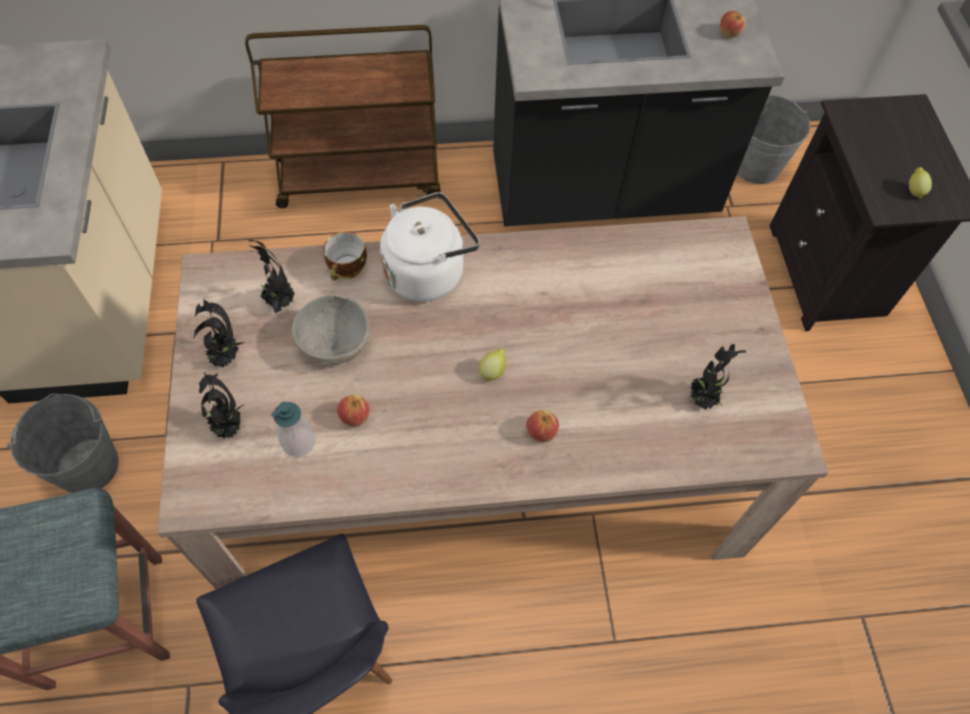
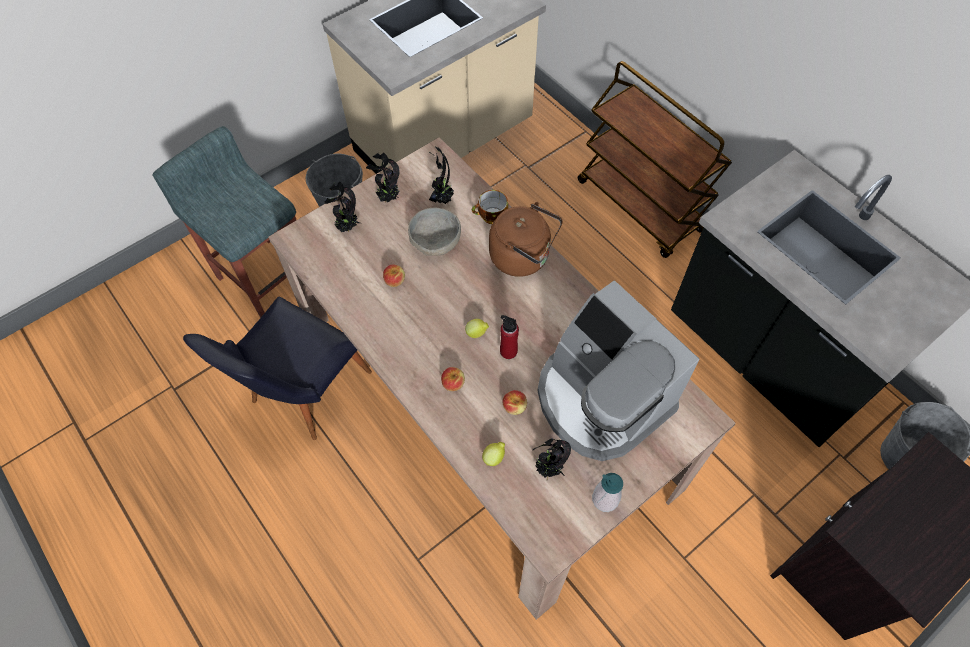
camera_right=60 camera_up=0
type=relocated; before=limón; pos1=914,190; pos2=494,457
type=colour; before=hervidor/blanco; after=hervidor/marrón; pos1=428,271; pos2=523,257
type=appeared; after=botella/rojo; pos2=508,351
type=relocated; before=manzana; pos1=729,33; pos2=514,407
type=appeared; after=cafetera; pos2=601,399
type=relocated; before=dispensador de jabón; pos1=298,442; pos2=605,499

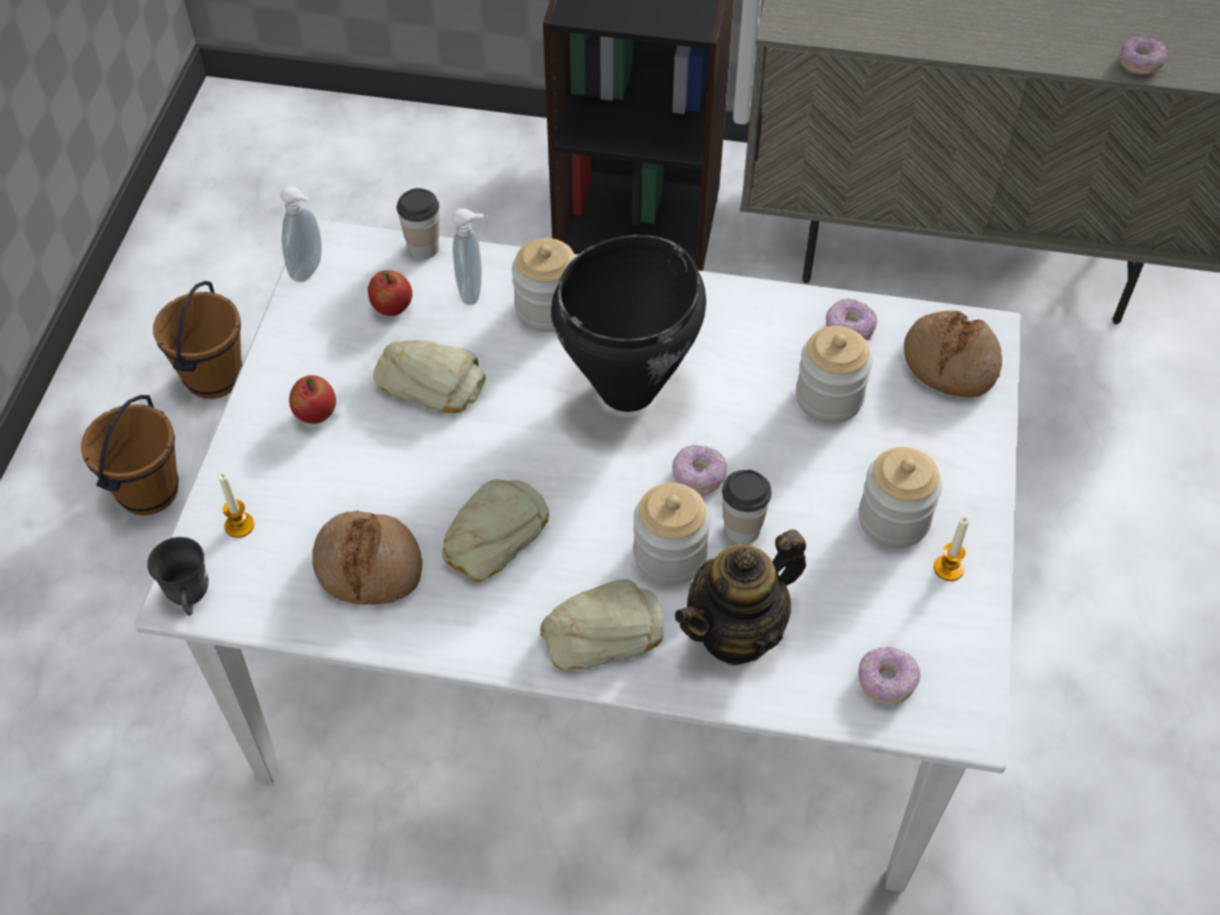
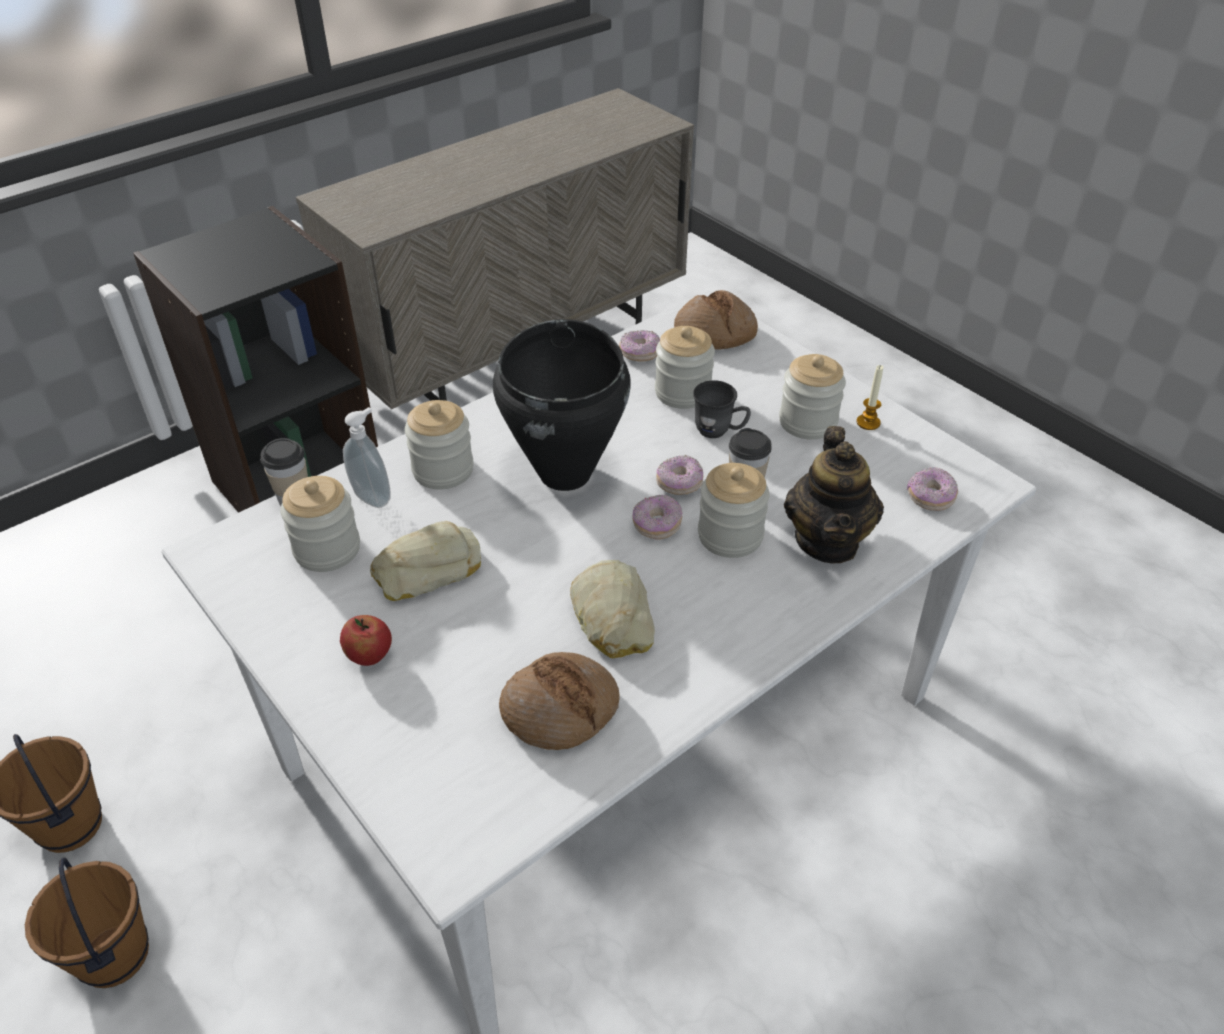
camera_right=-50 camera_up=-10
type=exchanged; before=manzana; after=tarro; pos1=392,308; pos2=327,549
type=relocated; before=rosquilla; pos1=1139,64; pos2=656,525
type=relocated; before=taza grande/gris; pos1=190,599; pos2=719,431
type=missing; before=vela; pos1=239,525
type=missing; before=dispensador de jabón; pos1=310,270
type=missing; before=pan; pos1=601,631

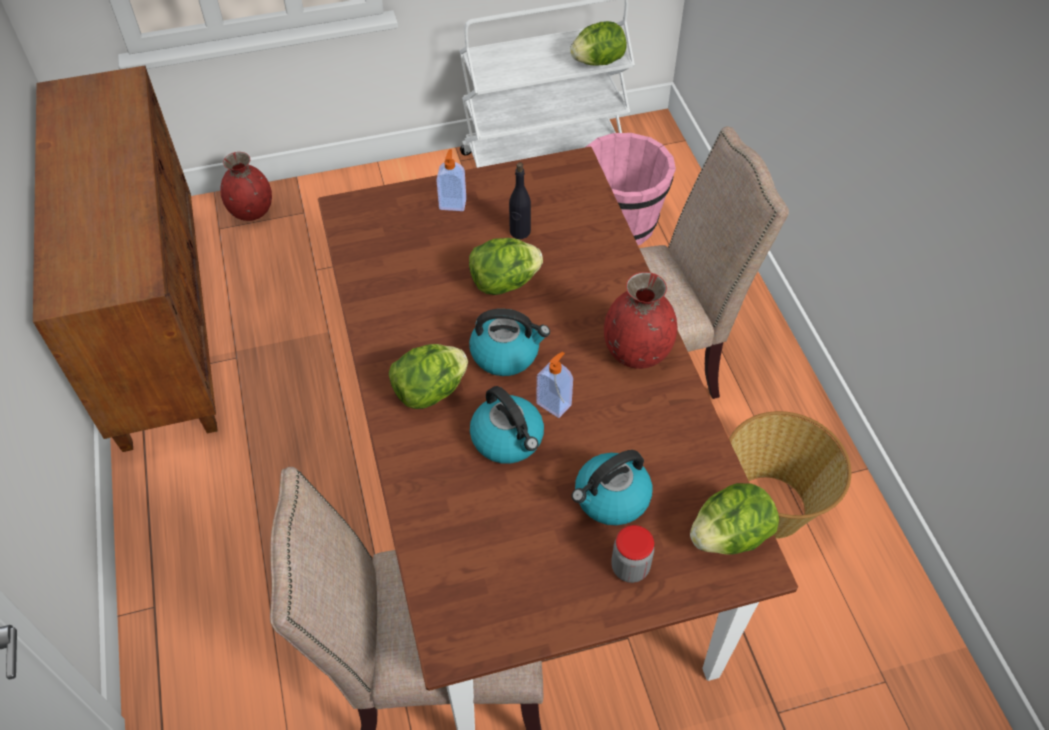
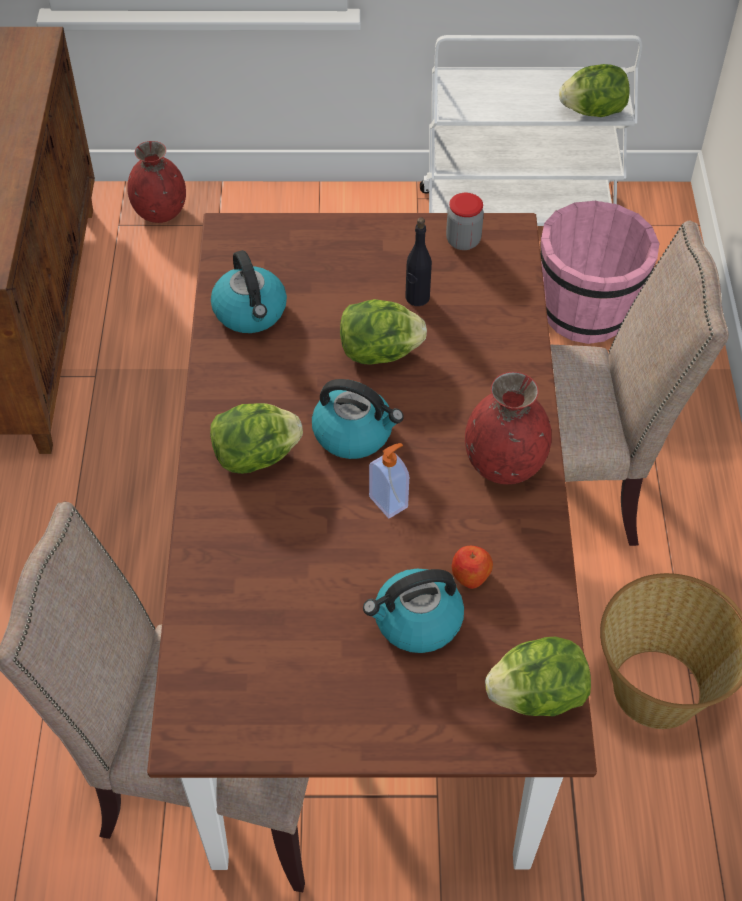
camera_right=15 camera_up=0
type=relocated; before=hervidor; pos1=508,439; pos2=251,312
type=relocated; before=tarro; pos1=630,567; pos2=463,241
type=appeared; after=manzana; pos2=470,575
type=missing; before=dispensador de jabón; pos1=453,203

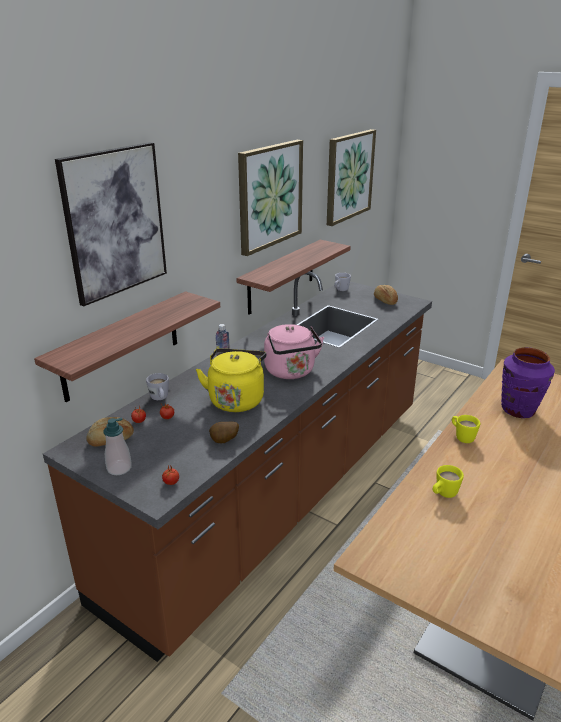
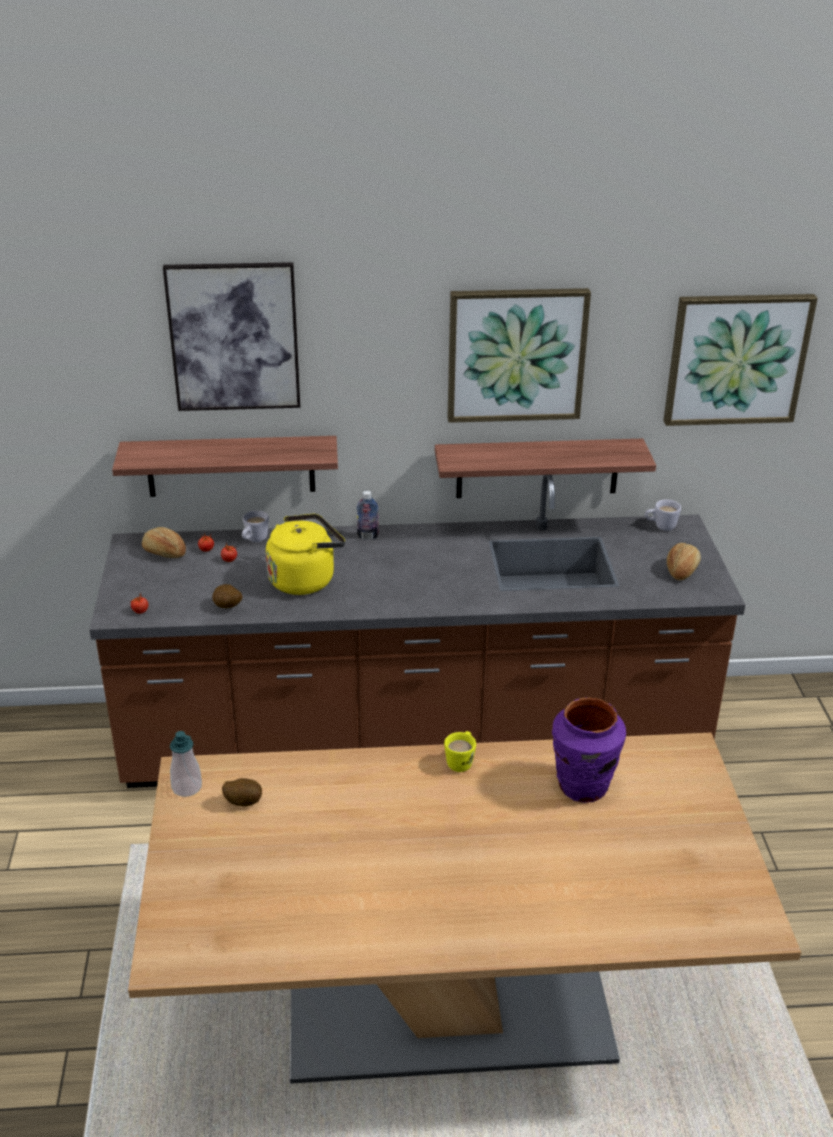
camera_right=50 camera_up=5
type=relocated; before=dispensador de jabón; pos1=119,468; pos2=187,787
type=appeared; after=patata; pos2=243,802
type=missing; before=hervidor/rosa; pos1=291,372
type=missing; before=taza grande/amarillo; pos1=443,494

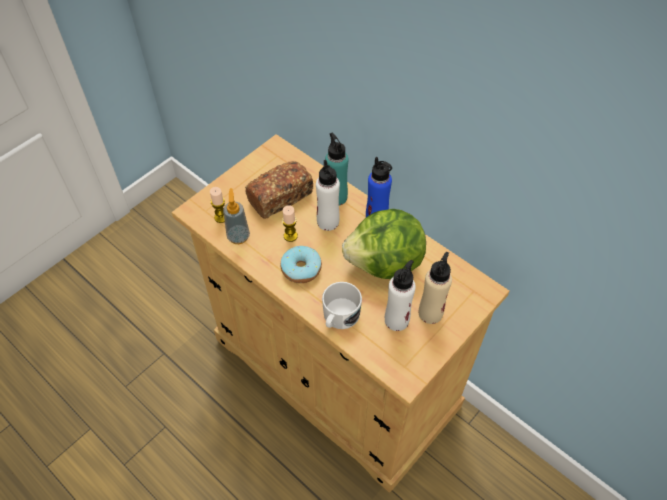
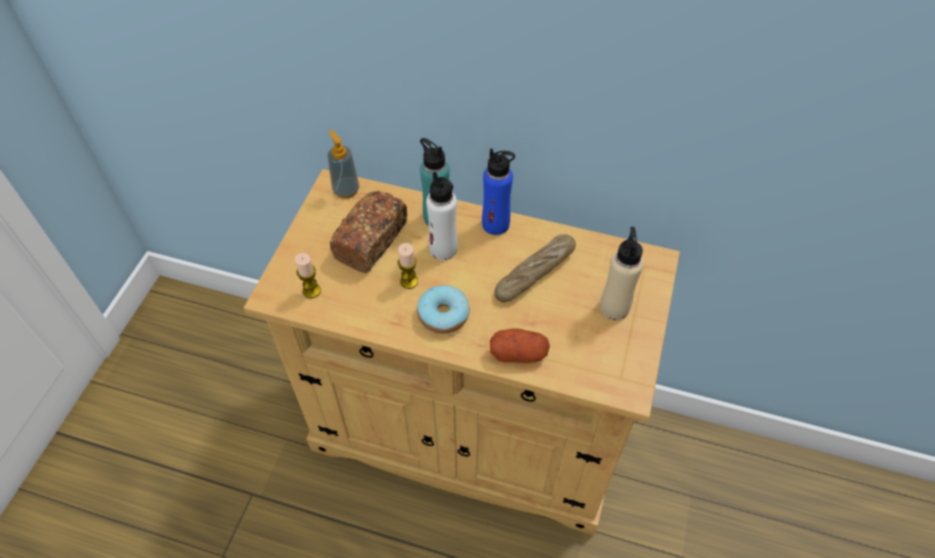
camera_right=-25 camera_up=0
type=relocated; before=dispensador de jabón; pos1=238,236; pos2=346,190
type=exchanged; before=taza grande/blanco; after=patata; pos1=339,317; pos2=518,353
type=exchanged; before=lechuga; after=pan; pos1=385,264; pos2=535,273
type=missing; before=botella/blanco; pos1=397,320

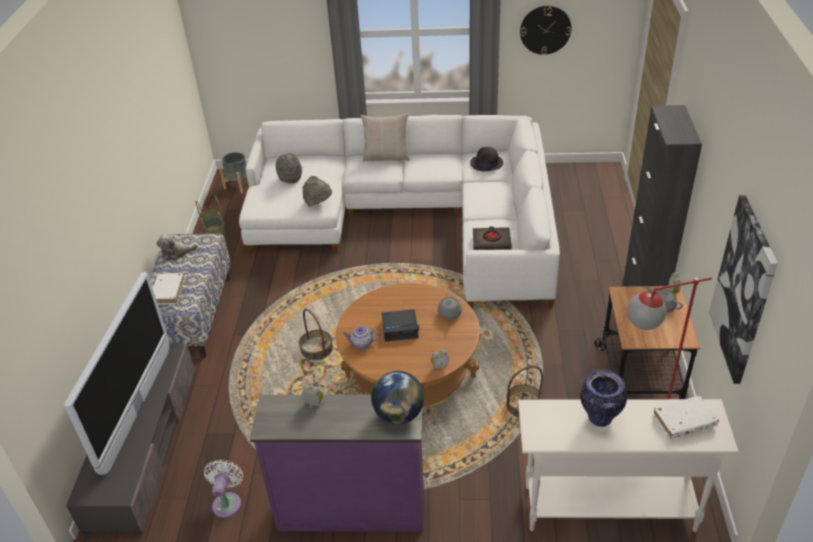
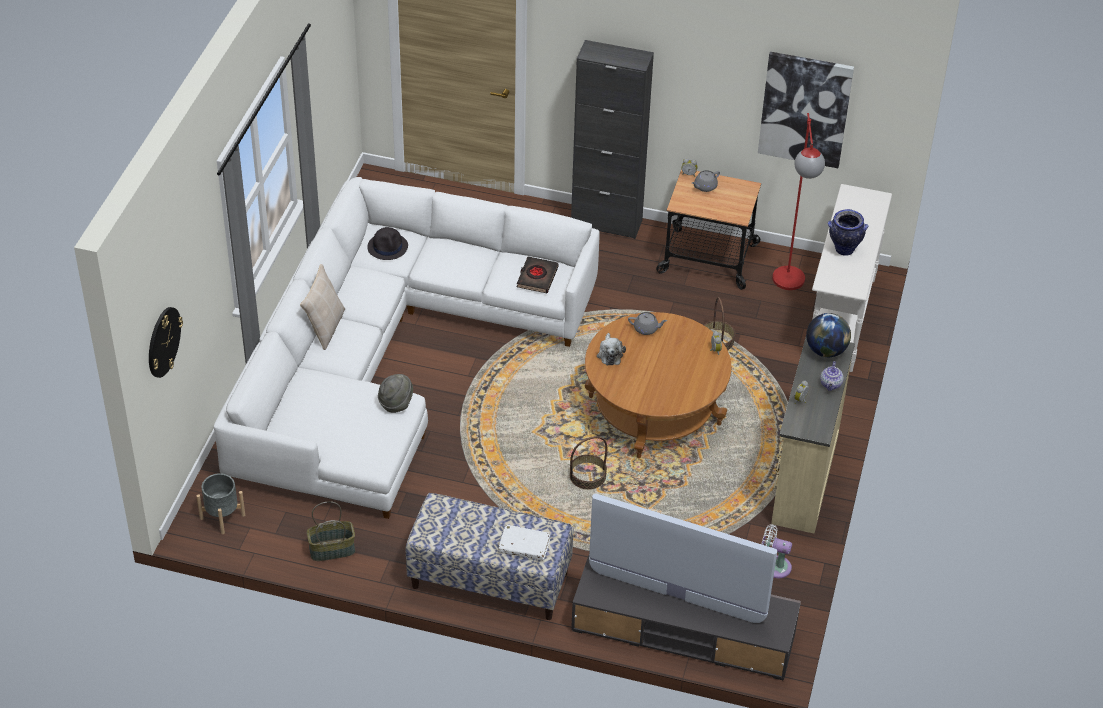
camera_right=-80 camera_up=5
type=relocated; before=reloj de pared; pos1=545,30; pos2=163,342
type=relocated; before=peluche; pos1=176,253; pos2=610,354
type=colour; before=cómoda/morado; after=cómoda/beis; pos1=351,508; pos2=802,479
type=relocated; before=tetera; pos1=362,343; pos2=831,384
type=missing; before=sombrero/gris; pos1=290,178
type=missing; before=despertador; pos1=400,328
type=missing; before=libro/blanco; pos1=684,421

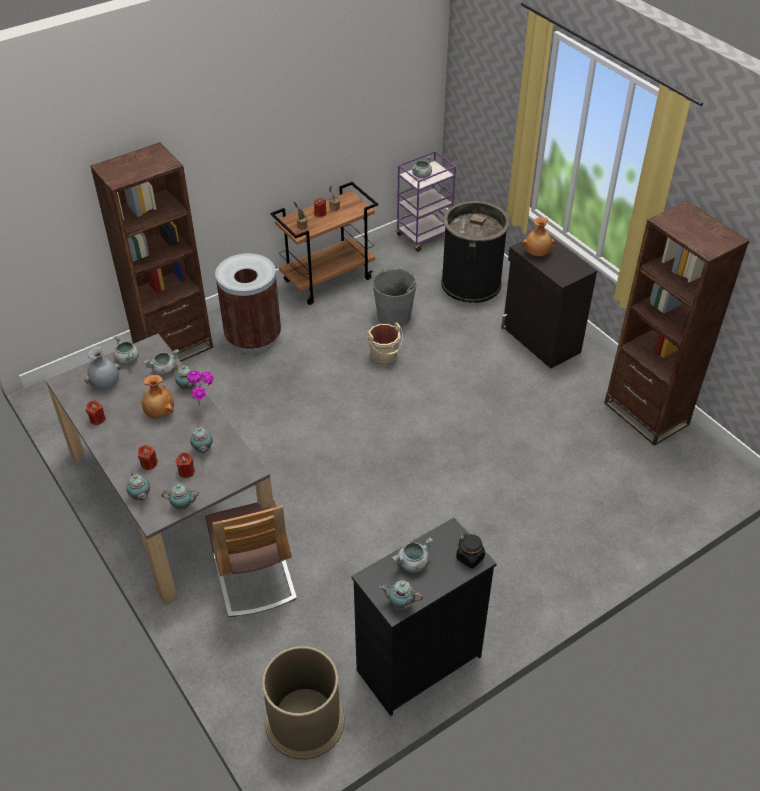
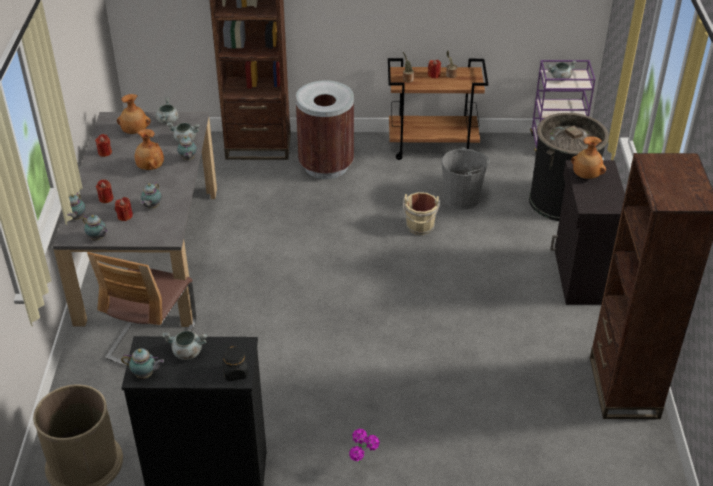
camera_right=35 camera_up=-5
type=colour; before=florero/gris; after=florero/marrón; pos1=105,384; pos2=135,132
type=spun; before=tetera; pos1=400,603; pos2=145,375; turn=135
type=relocated; before=planta en maceta; pos1=204,405; pos2=363,466

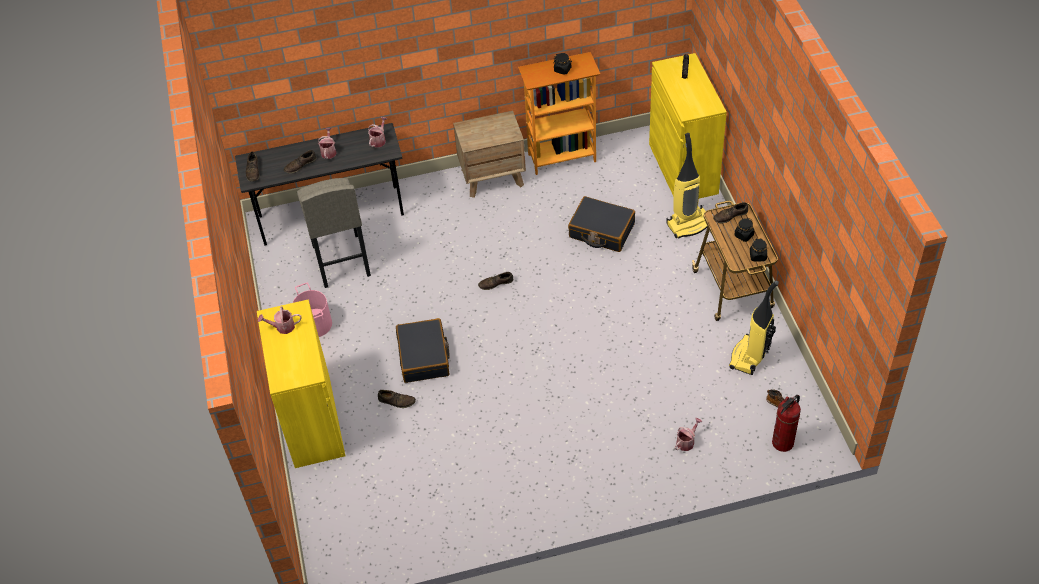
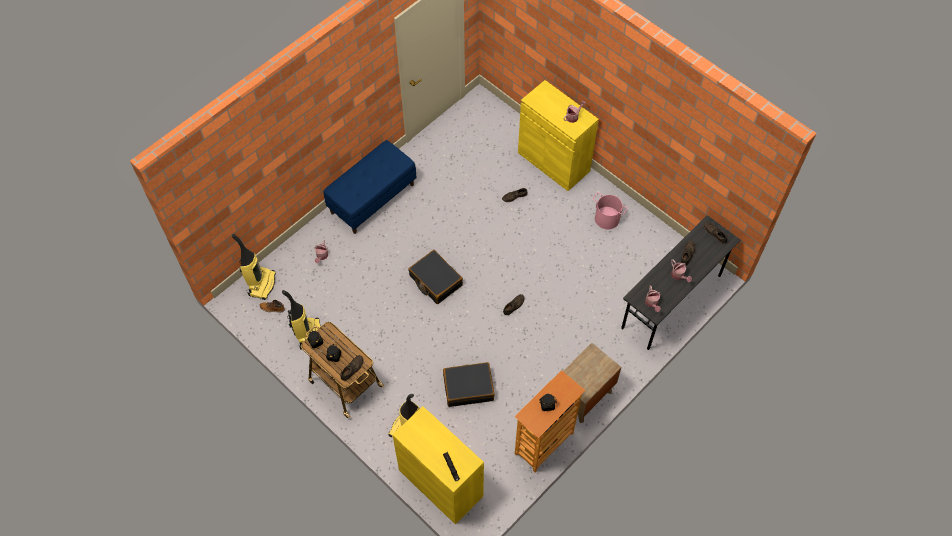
camera_right=145 camera_up=10
type=exchanged; before=extintor; after=aspiradora; pos1=782,442; pos2=261,284
type=appeared; after=banco/azul; pos2=372,198
type=relocated; before=maleta/negro; pos1=424,357; pos2=435,281
type=missing; before=taburete/gris; pos1=341,261

